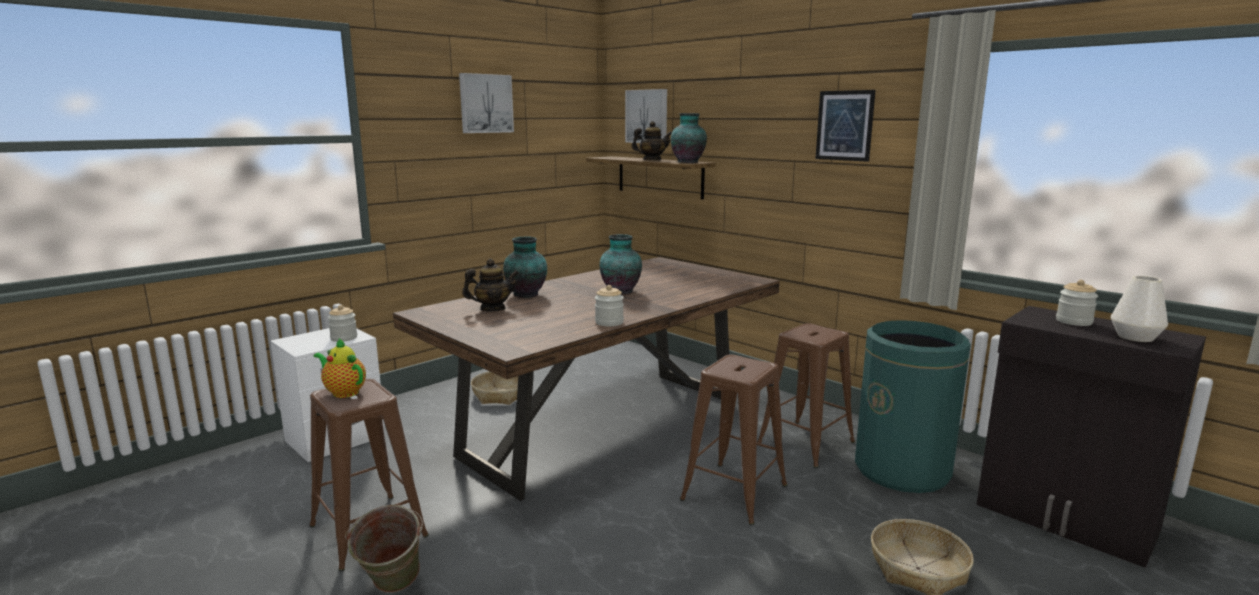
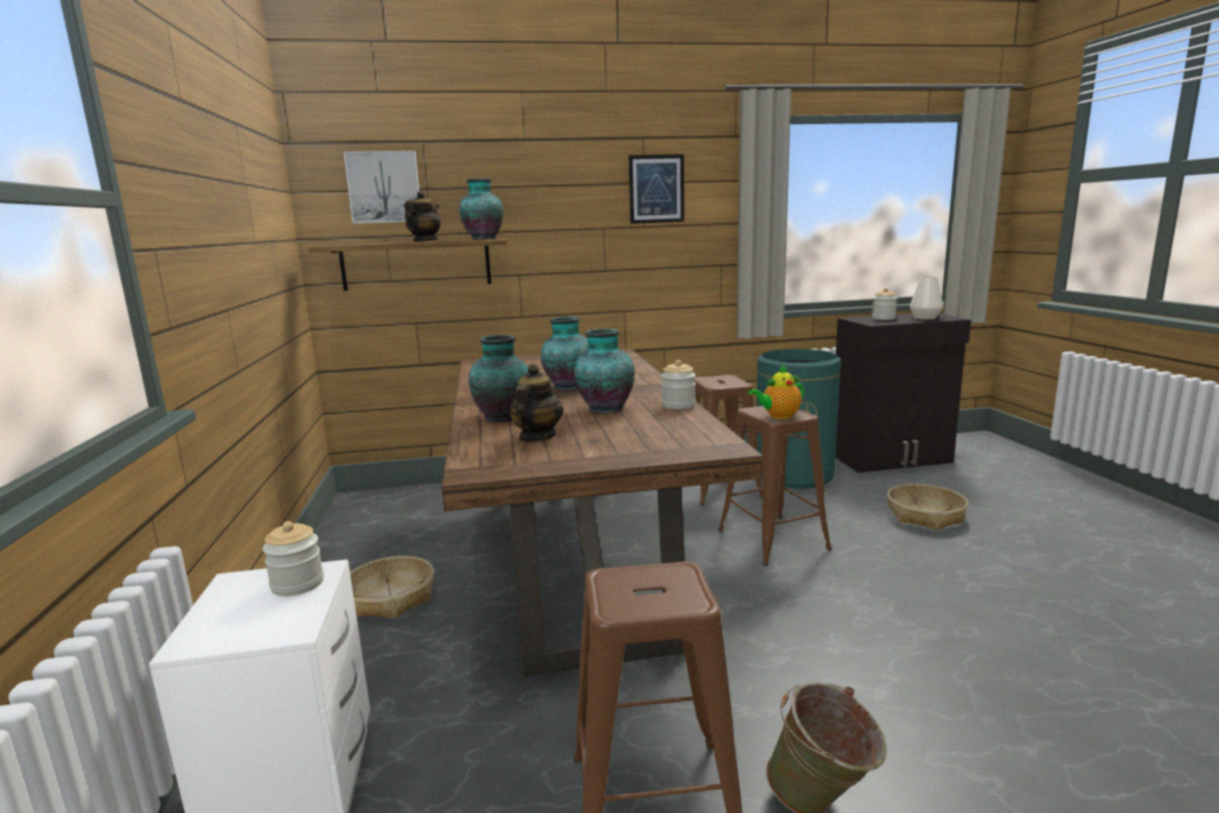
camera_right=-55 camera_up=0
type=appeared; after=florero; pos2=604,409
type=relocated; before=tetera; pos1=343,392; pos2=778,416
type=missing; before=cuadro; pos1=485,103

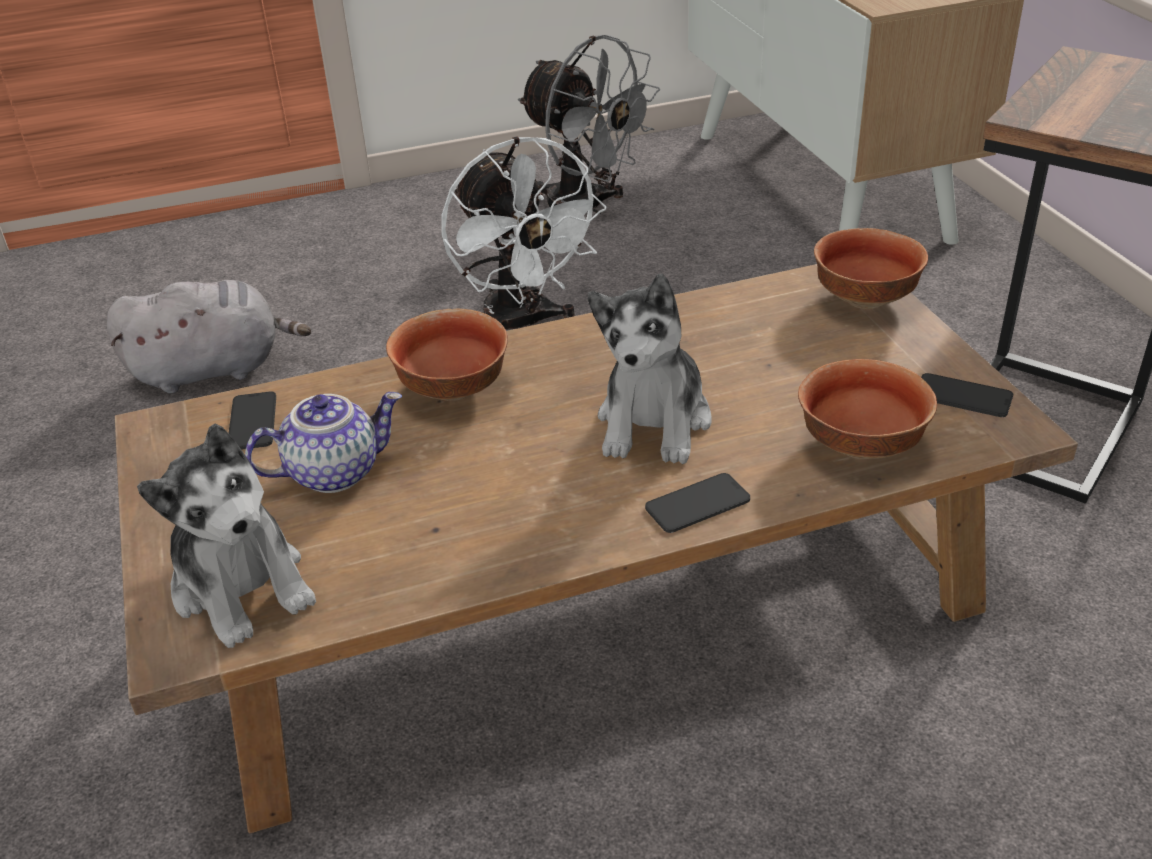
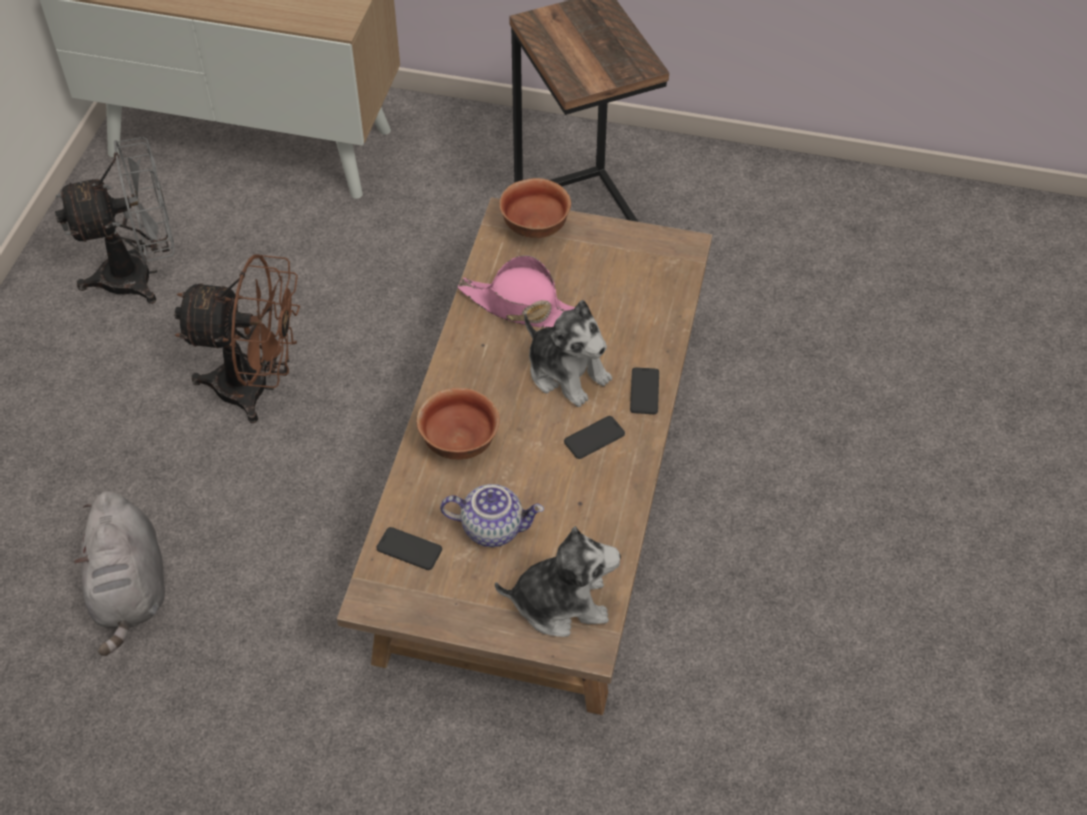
camera_right=-60 camera_up=15
type=spun; before=peluche/gris; pos1=214,369; pos2=130,590; turn=150
type=colour; before=ventilador/blanco; after=ventilador/marrón; pos1=522,325; pos2=257,388
type=spun; before=tetera; pos1=334,471; pos2=493,527; turn=90
type=appeared; after=sombrero/rosa; pos2=522,306
type=relocated; before=móvil; pos1=963,396; pos2=594,438
type=missing; before=cuenco; pos1=859,446

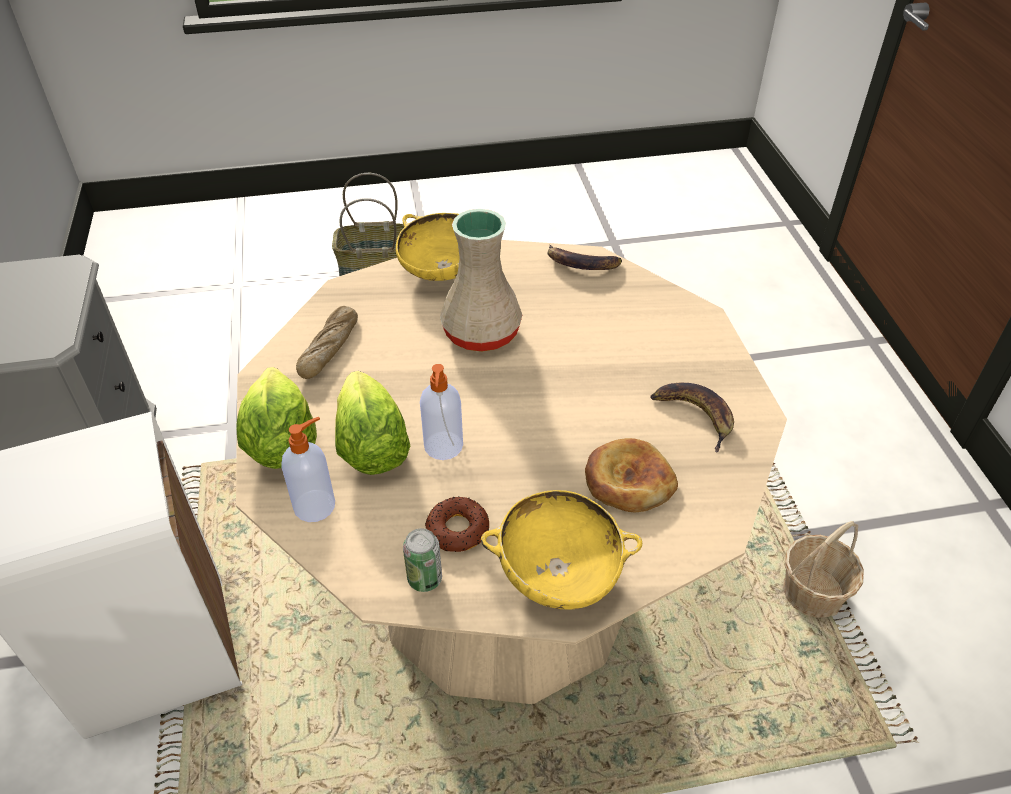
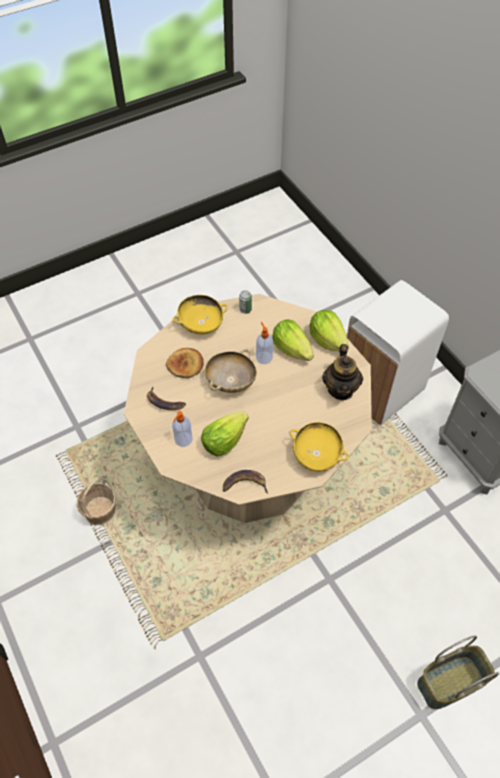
camera_right=160 camera_up=10
type=relocated; before=dispensador de jabón; pos1=316,505; pos2=183,440
type=appeared; after=lechuga; pos2=224,441
type=appeared; after=cuenco/beis; pos2=230,381
type=exchanged; before=pan; after=tetera; pos1=329,348; pos2=341,389
type=missing; before=rosquilla; pos1=457,530
type=missing; before=florero/beis; pos1=480,334

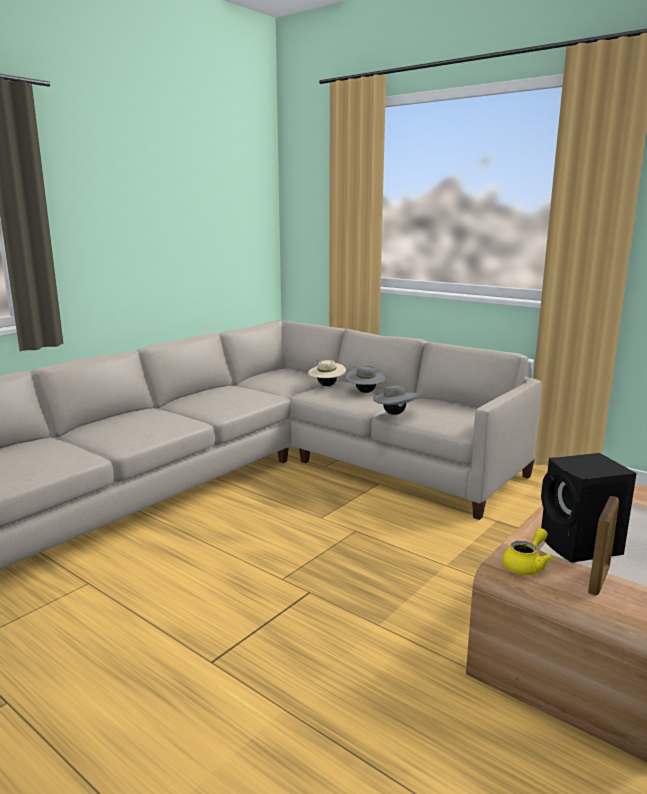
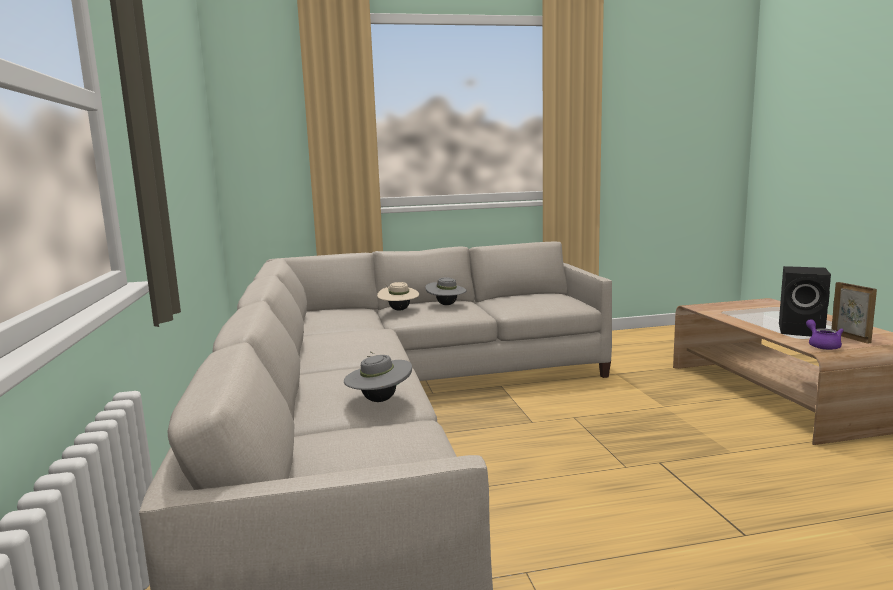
camera_right=-50 camera_up=-5
type=relocated; before=sombrero/gris; pos1=394,414; pos2=379,400
type=colour; before=tetera/amarillo; after=tetera/morado; pos1=526,565; pos2=822,345

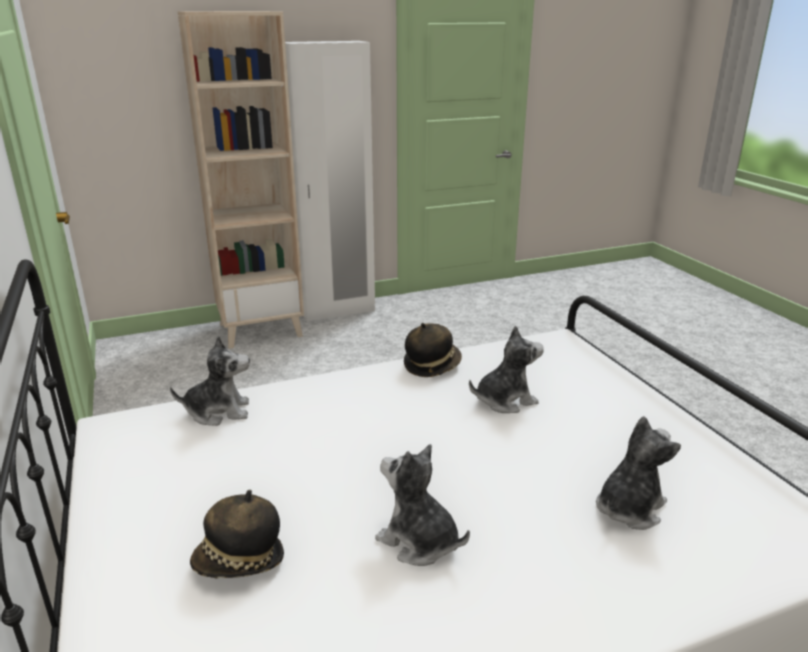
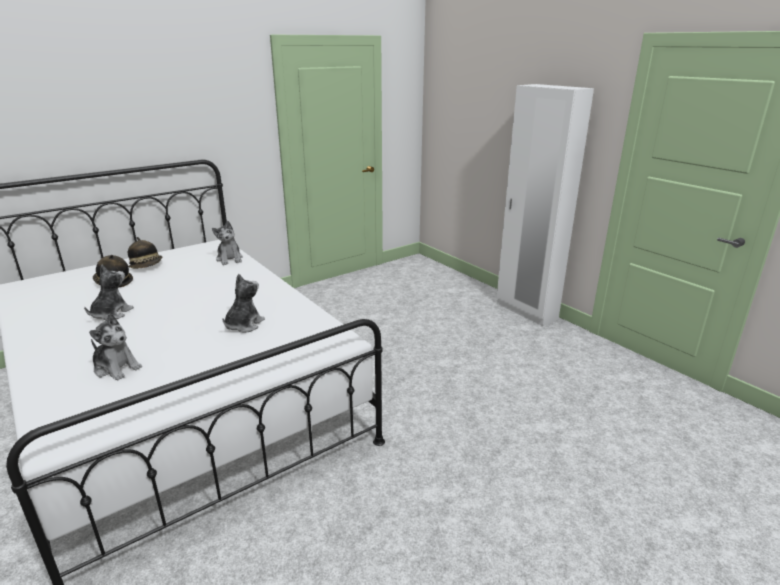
camera_right=75 camera_up=0
type=relocated; before=sombrero; pos1=432,365; pos2=147,266
type=spun; before=peluche; pos1=505,400; pos2=243,325; turn=-120
type=missing; before=estantería/beis; pos1=261,329

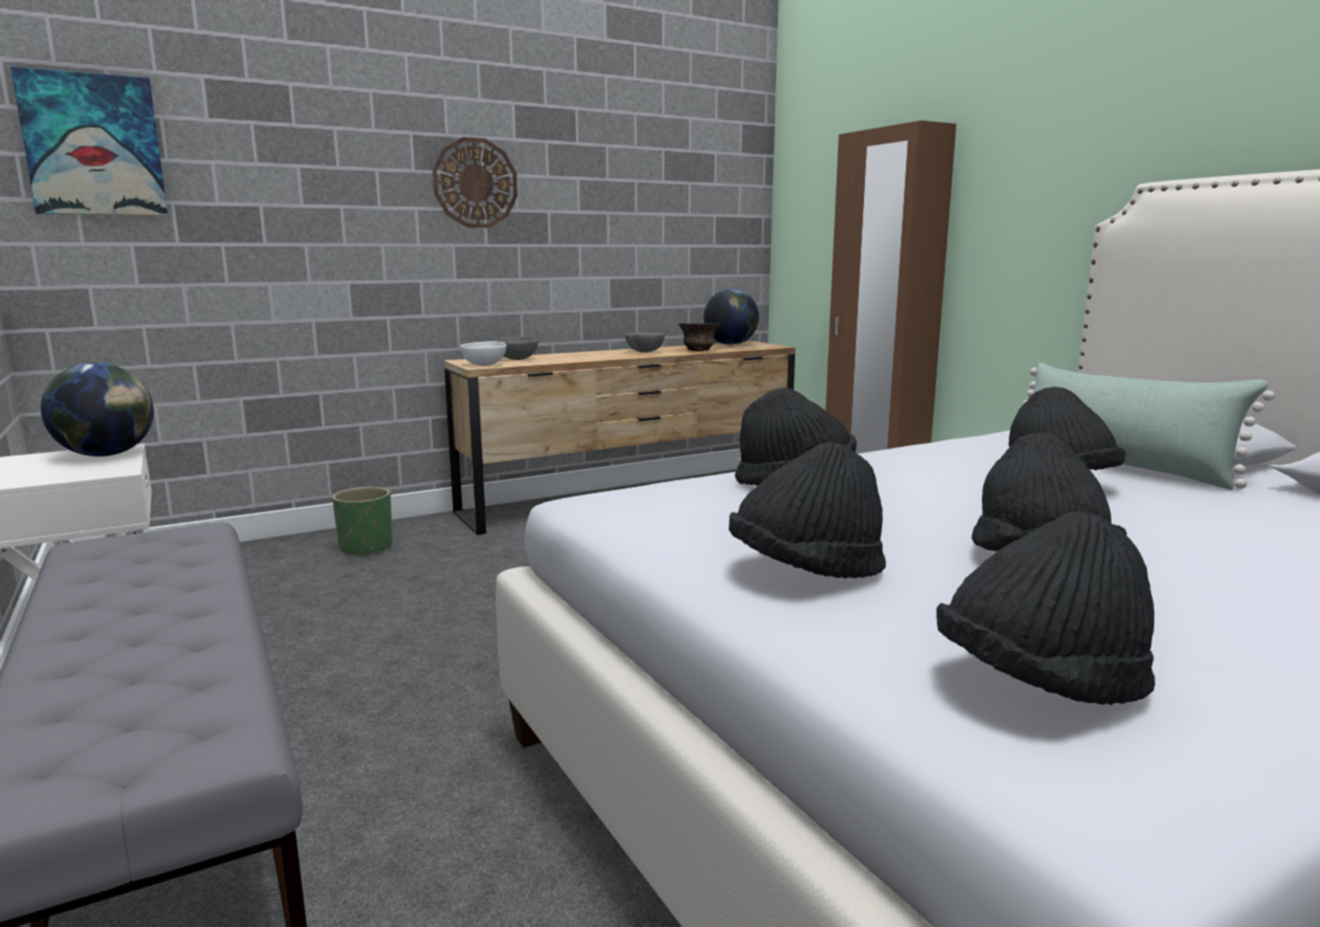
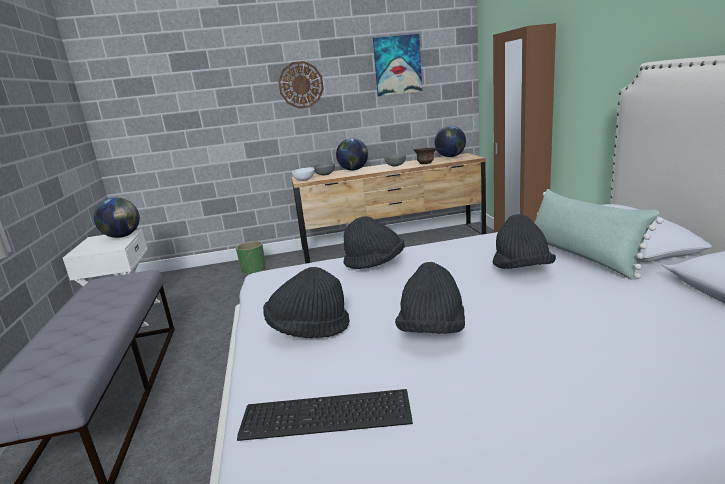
camera_right=20 camera_up=5
type=exchanged; before=sombrero/negro; after=teclado; pos1=1039,684; pos2=328,416
type=appeared; after=globo terráqueo; pos2=354,170
type=relocated; before=cuadro; pos1=94,145; pos2=397,65

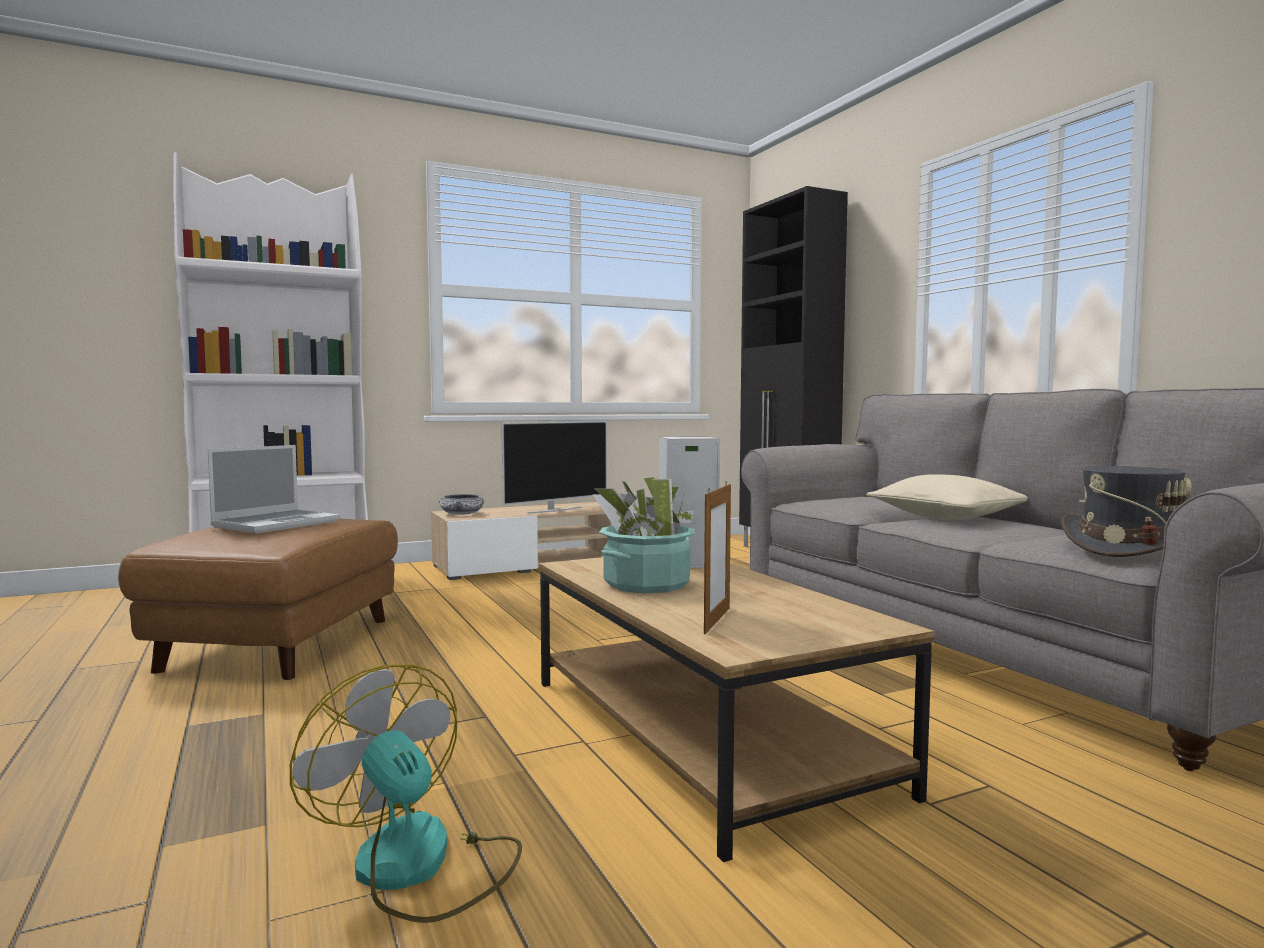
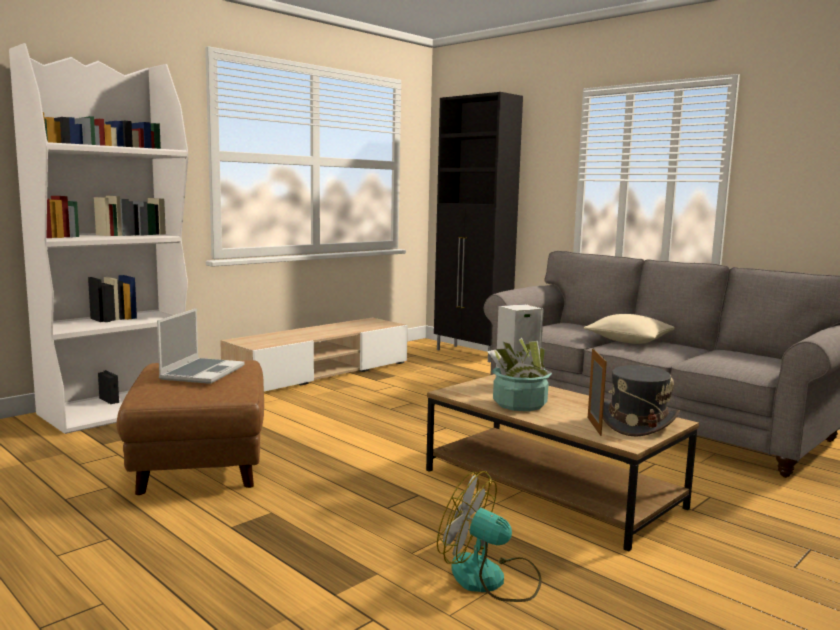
camera_right=-20 camera_up=5
type=relocated; before=sombrero/gris; pos1=1127,547; pos2=637,423
type=missing; before=cuenco; pos1=462,514
type=missing; before=televisor; pos1=554,510

